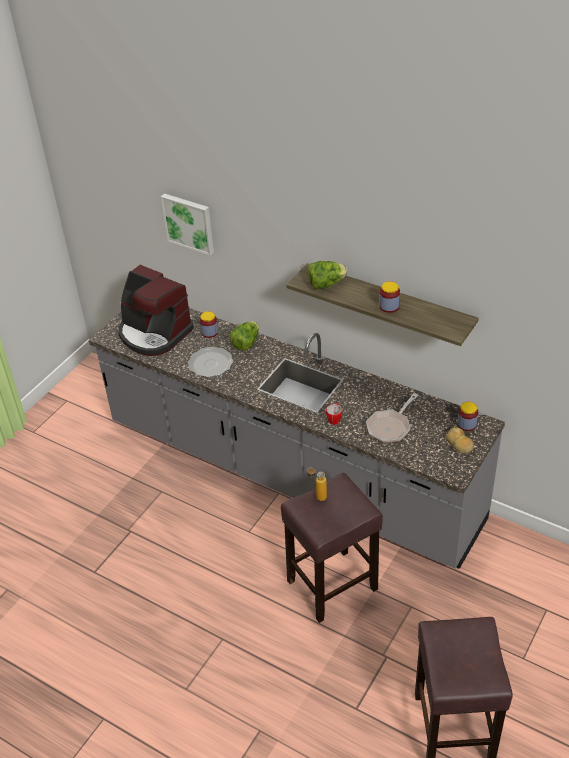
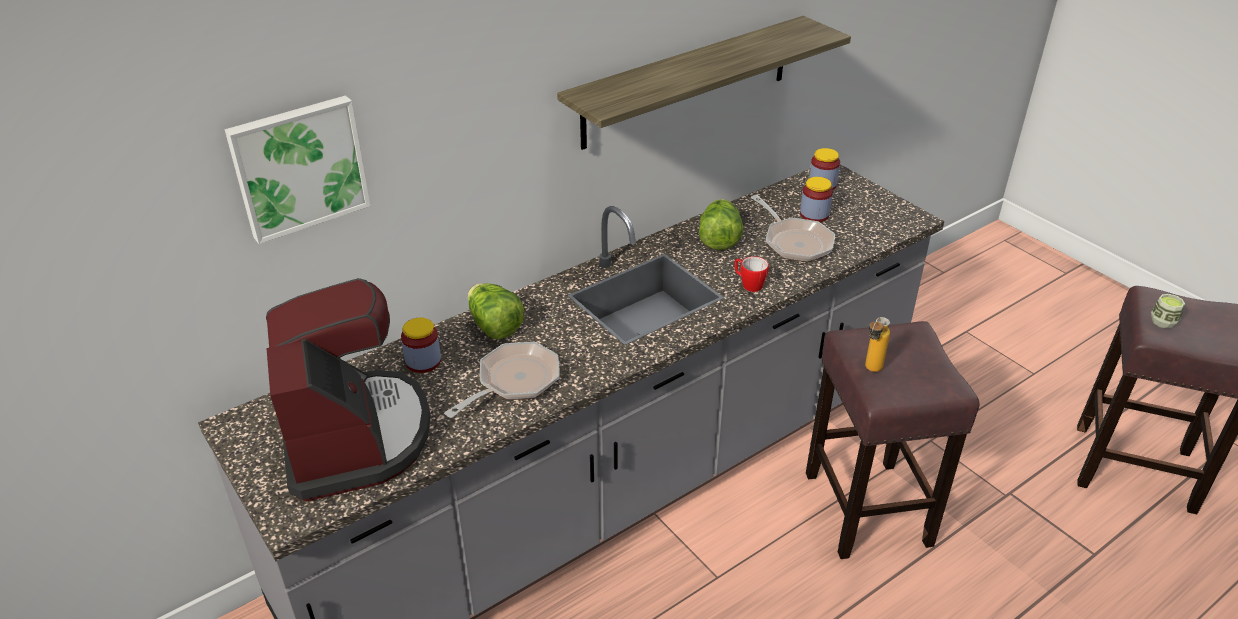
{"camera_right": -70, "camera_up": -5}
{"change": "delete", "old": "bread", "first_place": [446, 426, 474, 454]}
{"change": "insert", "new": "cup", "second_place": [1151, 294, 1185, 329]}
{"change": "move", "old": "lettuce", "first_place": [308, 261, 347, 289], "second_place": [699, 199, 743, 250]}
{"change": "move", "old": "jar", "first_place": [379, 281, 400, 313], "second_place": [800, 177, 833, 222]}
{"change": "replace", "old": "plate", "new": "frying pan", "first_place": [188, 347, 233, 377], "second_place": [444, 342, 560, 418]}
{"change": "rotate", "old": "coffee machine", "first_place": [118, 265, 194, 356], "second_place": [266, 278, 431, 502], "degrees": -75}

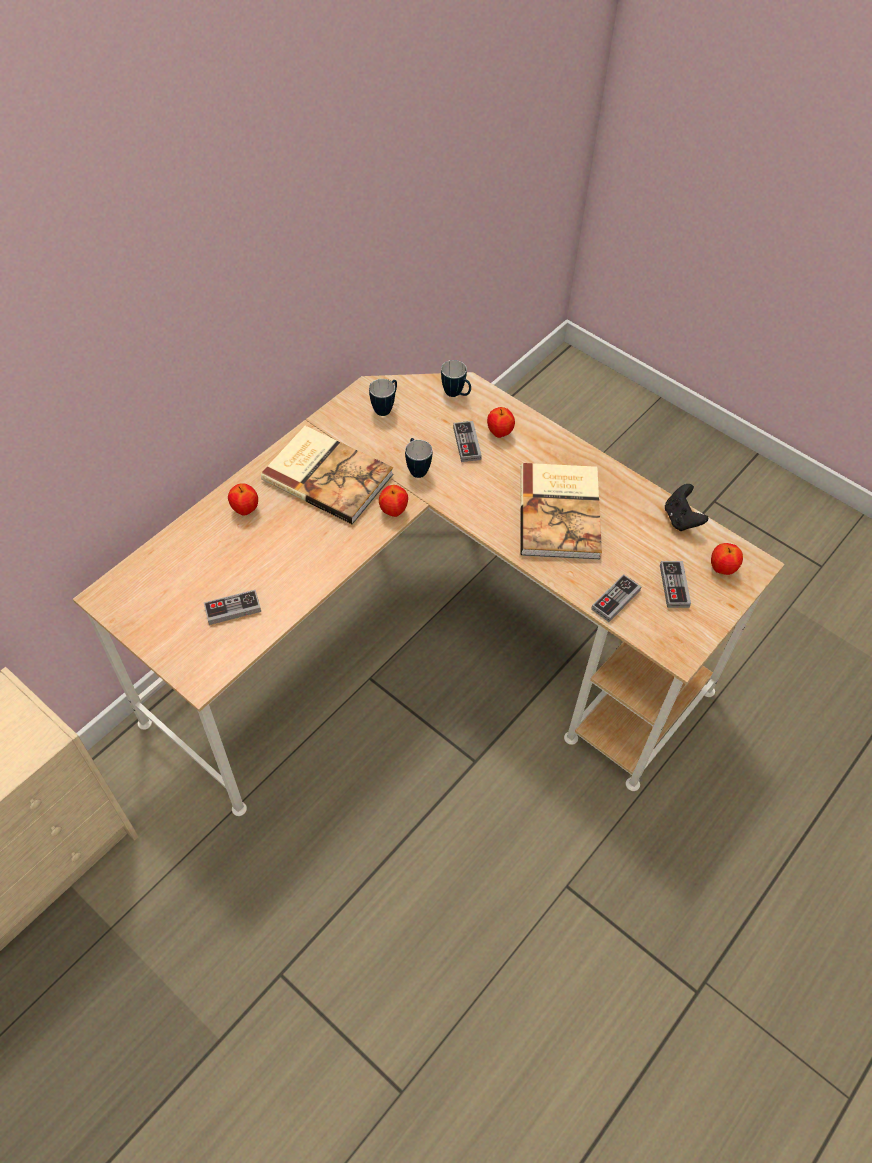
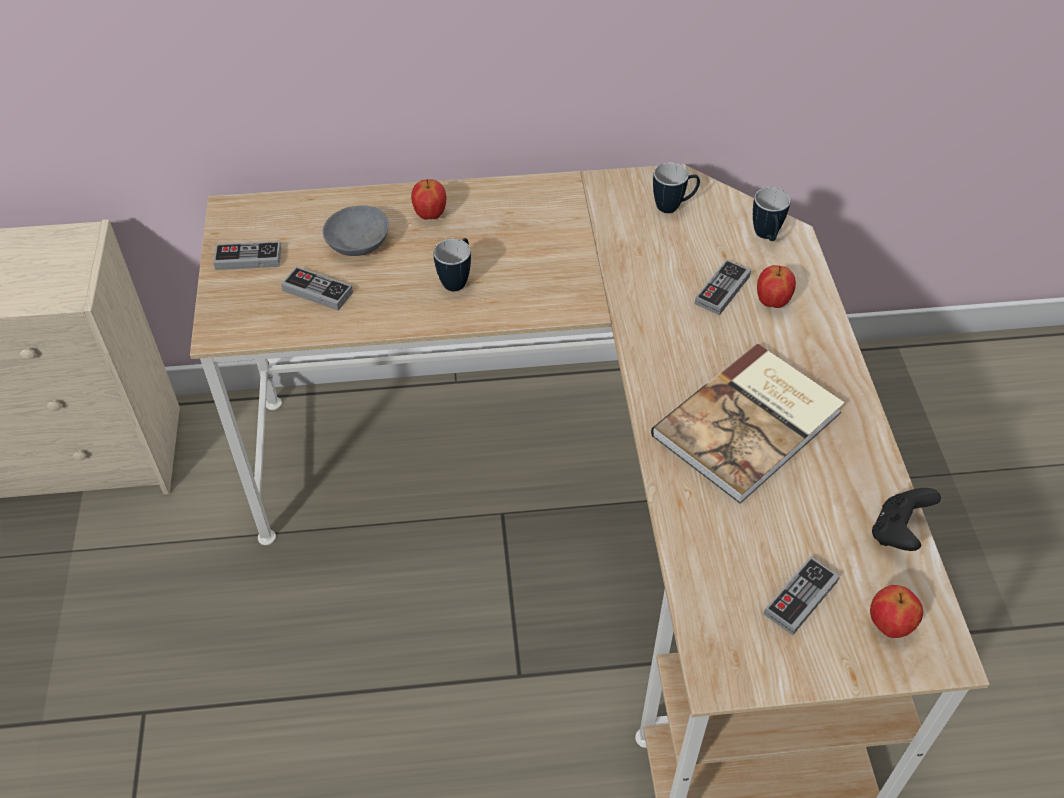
{"camera_right": 45, "camera_up": -5}
{"change": "delete", "old": "book", "first_place": [261, 426, 394, 525]}
{"change": "delete", "old": "apple", "first_place": [379, 485, 408, 517]}
{"change": "insert", "new": "grey bowl", "second_place": [323, 205, 389, 256]}
{"change": "move", "old": "mug", "first_place": [405, 438, 432, 478], "second_place": [434, 238, 471, 291]}
{"change": "move", "old": "game controller", "first_place": [591, 574, 641, 622], "second_place": [213, 241, 281, 270]}

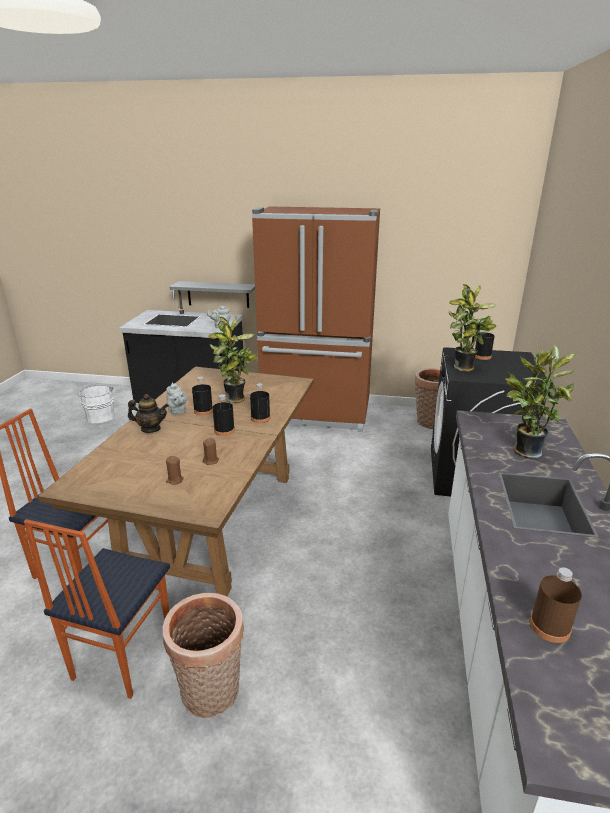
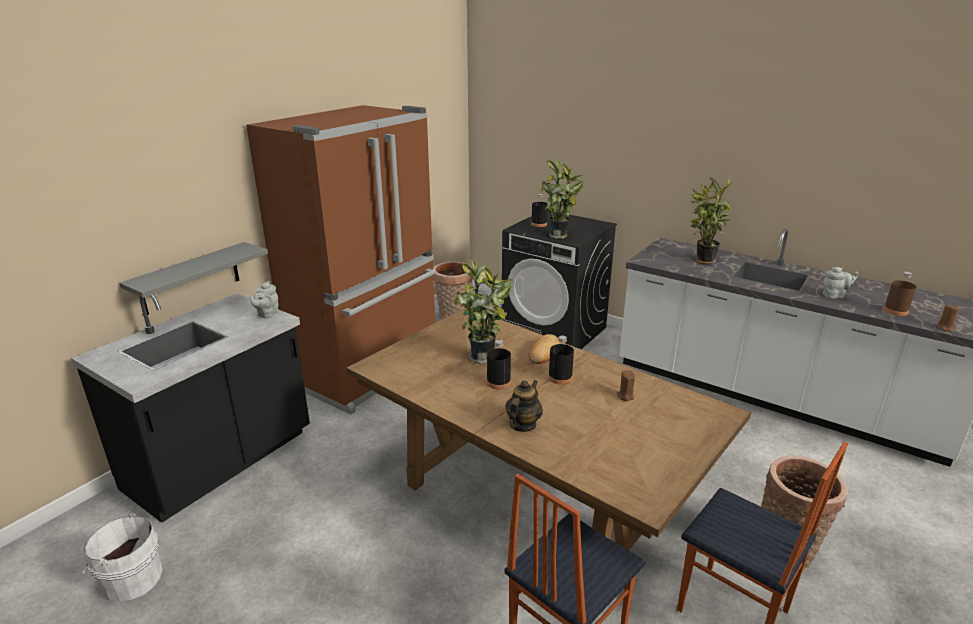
{"camera_right": -65, "camera_up": 0}
{"change": "move", "old": "grey teapot", "first_place": [166, 382, 187, 414], "second_place": [823, 267, 858, 299]}
{"change": "move", "old": "brown candle", "first_place": [166, 456, 184, 485], "second_place": [937, 304, 959, 332]}
{"change": "replace", "old": "black bottle", "new": "bread", "first_place": [250, 383, 270, 423], "second_place": [528, 334, 560, 364]}

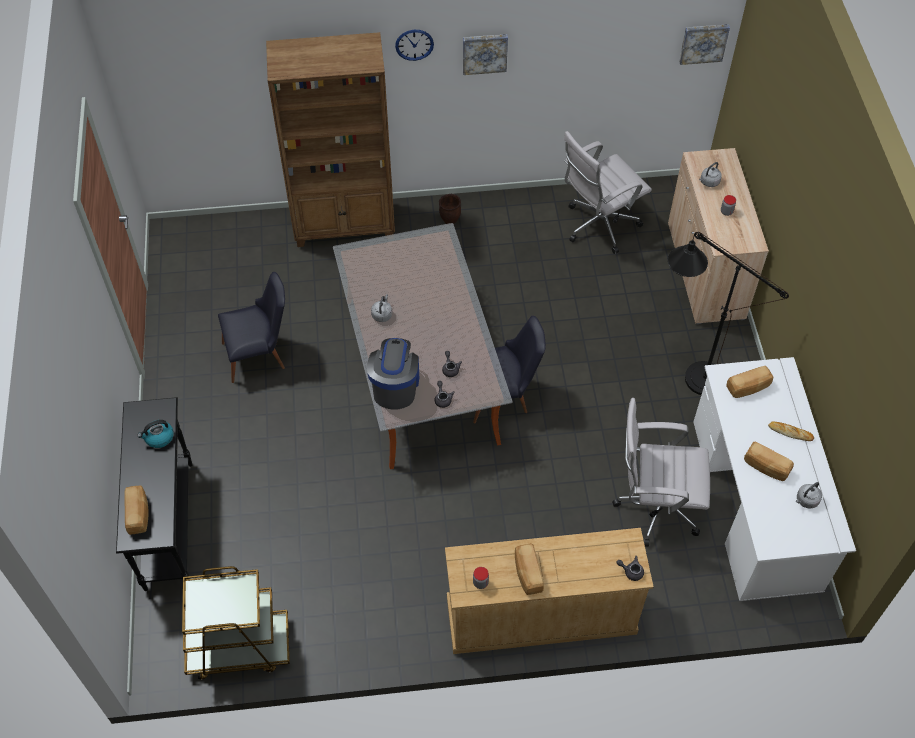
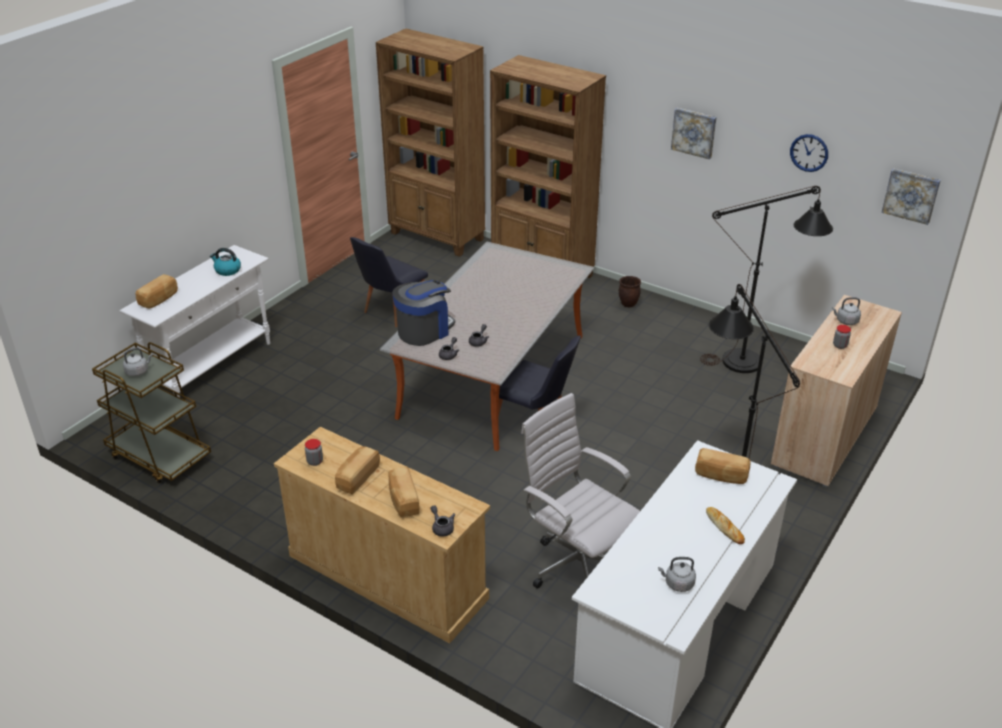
{"camera_right": 40, "camera_up": -20}
{"change": "insert", "new": "brown bookcase", "second_place": [376, 29, 485, 257]}
{"change": "move", "old": "grey kettle", "first_place": [371, 294, 392, 322], "second_place": [123, 348, 153, 376]}
{"change": "move", "old": "wall clock", "first_place": [395, 30, 434, 61], "second_place": [790, 134, 828, 172]}
{"change": "move", "old": "bread", "first_place": [744, 442, 794, 481], "second_place": [389, 466, 419, 517]}
{"change": "replace", "old": "white office chair", "new": "black floor lamp", "first_place": [564, 131, 652, 254], "second_place": [700, 186, 833, 373]}
{"change": "recolor", "old": "black console table", "new": "white console table", "first_place": [116, 397, 193, 591], "second_place": [120, 245, 270, 397]}
{"change": "rotate", "old": "black chair", "first_place": [218, 272, 285, 383], "second_place": [350, 237, 428, 327], "degrees": 105}

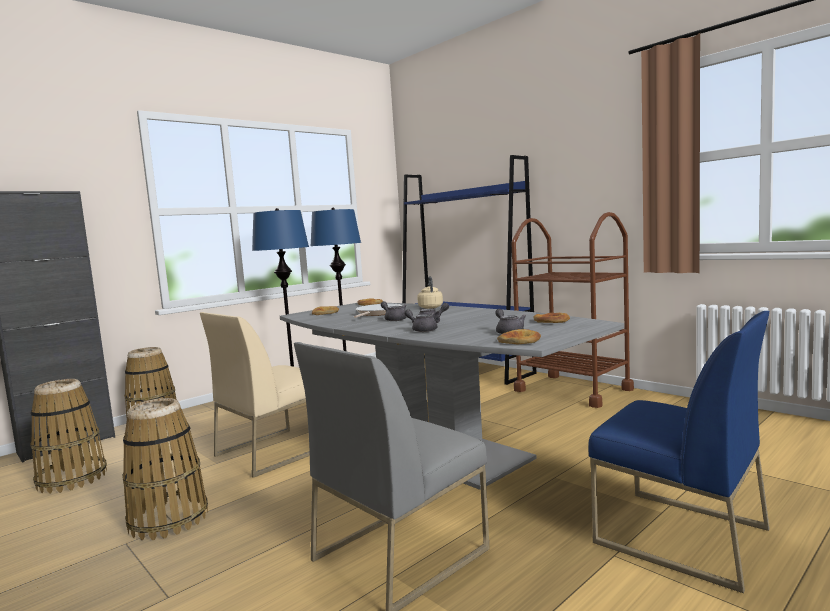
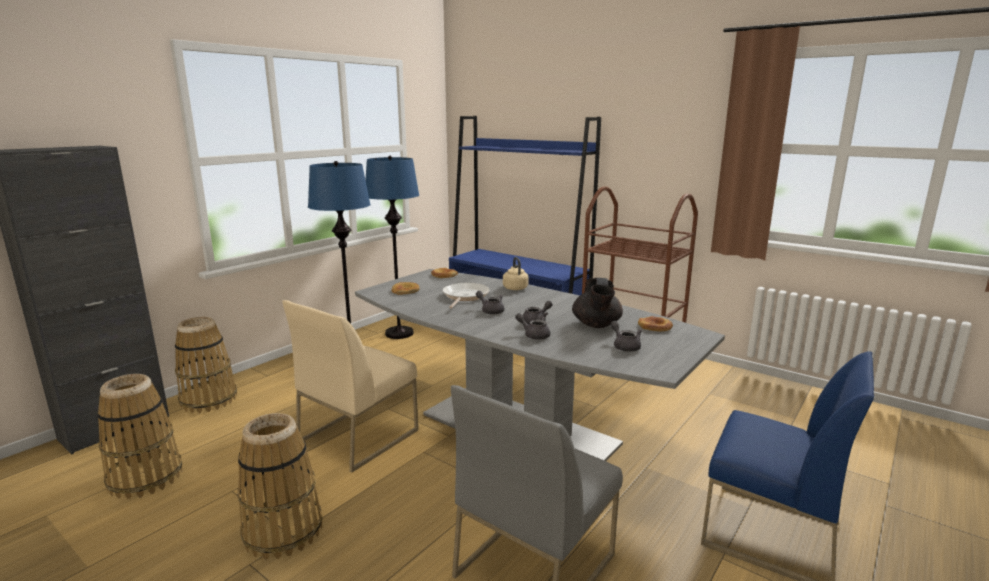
{"camera_right": -10, "camera_up": 10}
{"change": "delete", "old": "bread", "first_place": [497, 329, 541, 344]}
{"change": "insert", "new": "black teapot", "second_place": [572, 278, 623, 328]}

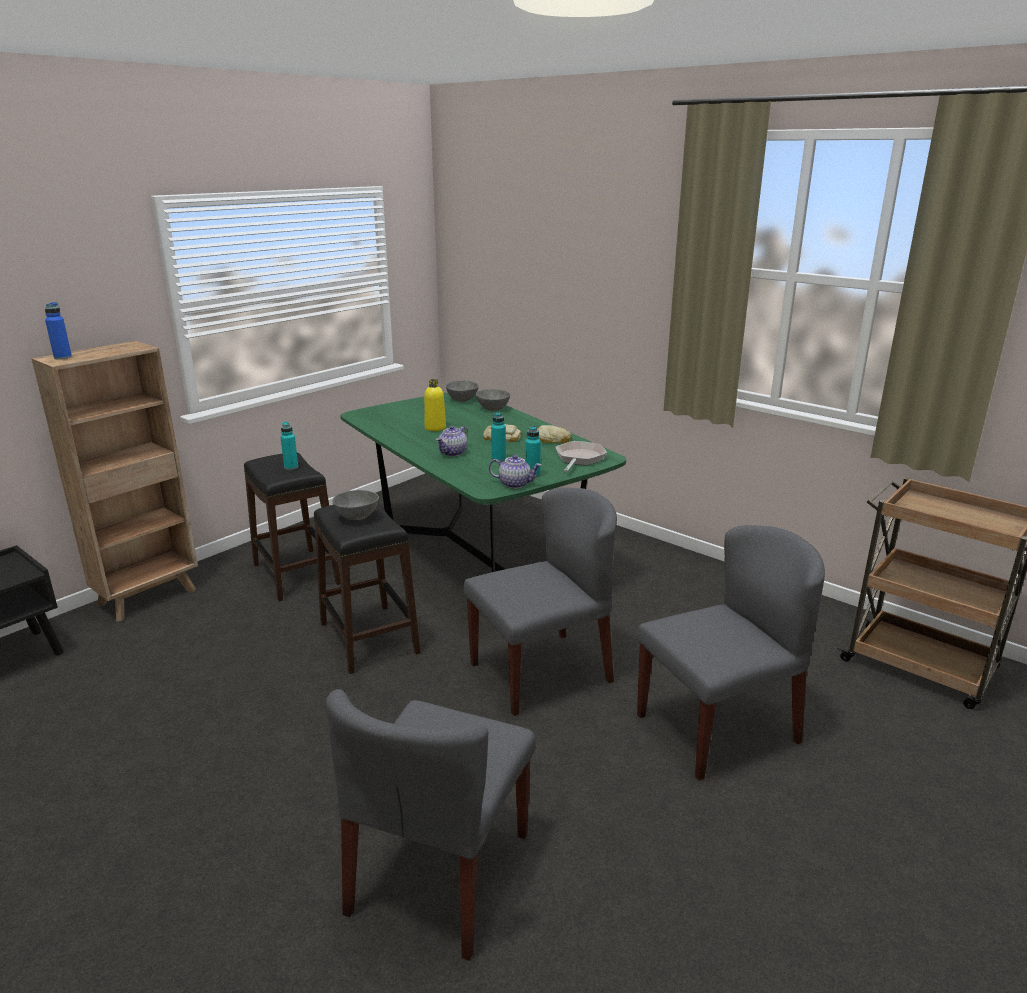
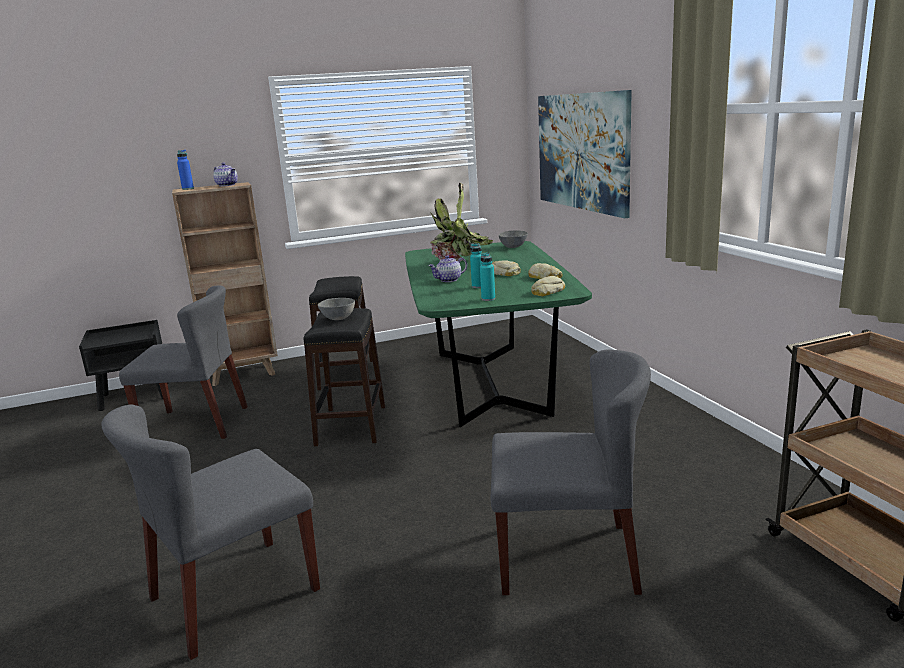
{"camera_right": 30, "camera_up": -5}
{"change": "delete", "old": "turquoise bottle", "first_place": [280, 422, 298, 470]}
{"change": "delete", "old": "grey bowl", "first_place": [476, 389, 510, 411]}
{"change": "insert", "new": "picture", "second_place": [538, 90, 632, 218]}
{"change": "move", "old": "grey chair", "first_place": [464, 488, 617, 716], "second_place": [119, 286, 248, 439]}
{"change": "move", "old": "teapot", "first_place": [489, 455, 541, 489], "second_place": [213, 162, 238, 186]}
{"change": "replace", "old": "yellow bottle", "new": "potted plant", "first_place": [424, 379, 446, 431], "second_place": [430, 183, 493, 261]}
{"change": "replace", "old": "frying pan", "new": "bread", "first_place": [556, 441, 607, 472], "second_place": [531, 276, 565, 296]}

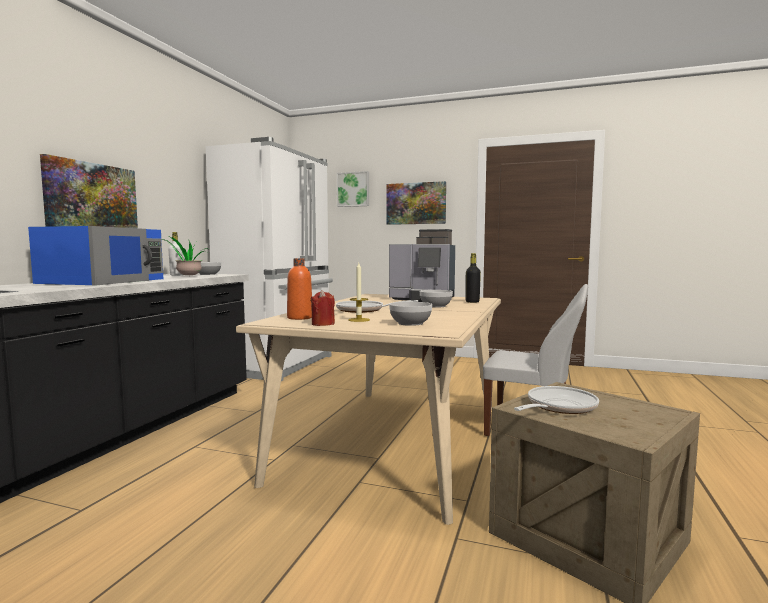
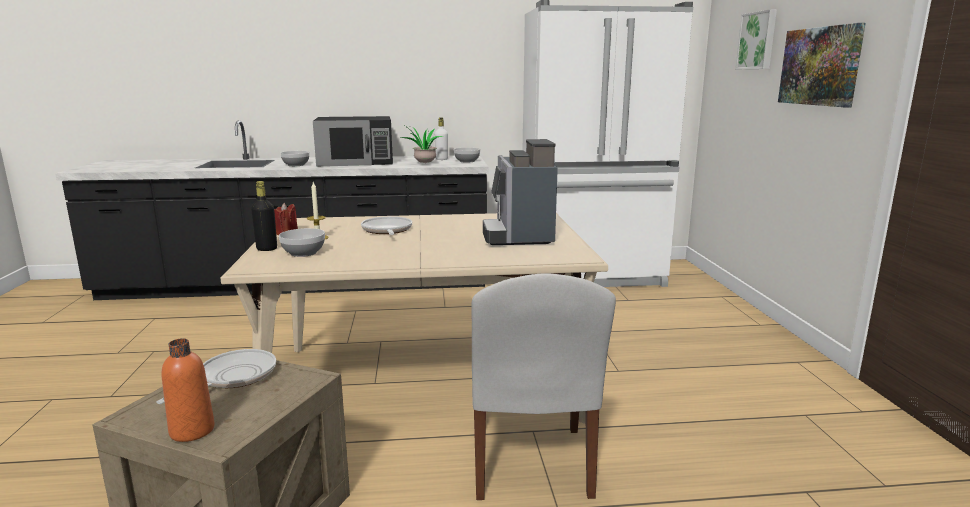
{"camera_right": 65, "camera_up": 10}
{"change": "delete", "old": "picture", "first_place": [40, 154, 138, 228]}
{"change": "move", "old": "orange bottle", "first_place": [287, 258, 312, 320], "second_place": [162, 338, 215, 442]}
{"change": "move", "old": "bowl", "first_place": [420, 290, 453, 307], "second_place": [280, 151, 309, 166]}
{"change": "move", "old": "black bottle", "first_place": [466, 253, 481, 303], "second_place": [251, 181, 277, 251]}
{"change": "recolor", "old": "blue microwave", "new": "black microwave", "first_place": [28, 226, 163, 286], "second_place": [313, 116, 393, 167]}
{"change": "rotate", "old": "frying pan", "first_place": [514, 386, 599, 414], "second_place": [156, 349, 276, 404], "degrees": -90}

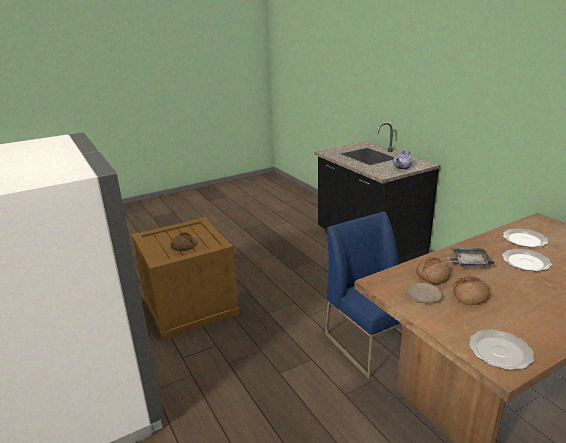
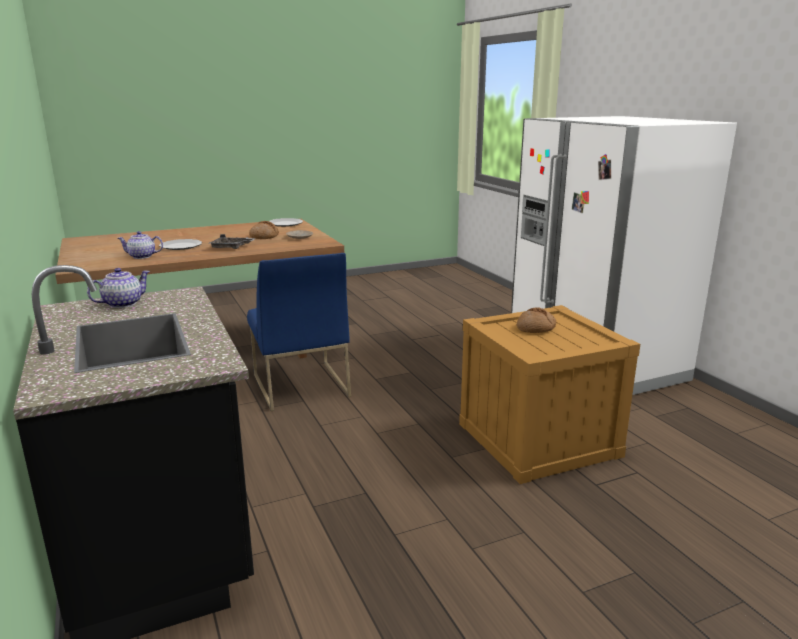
{"camera_right": -175, "camera_up": -5}
{"change": "delete", "old": "bread", "first_place": [416, 257, 451, 284]}
{"change": "replace", "old": "plate", "new": "teapot", "first_place": [503, 228, 548, 248], "second_place": [117, 231, 163, 259]}

